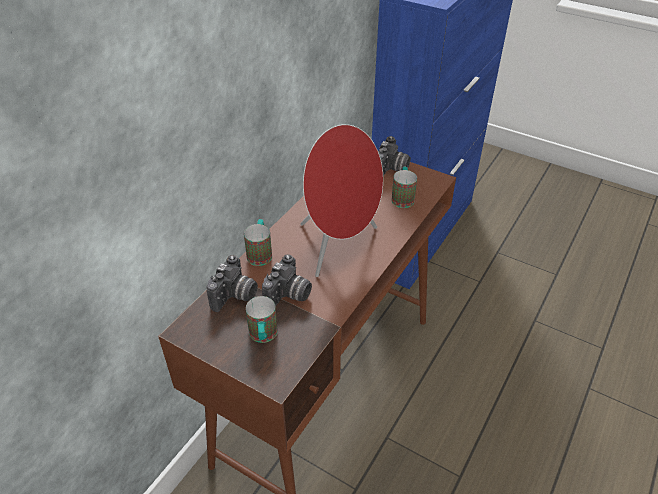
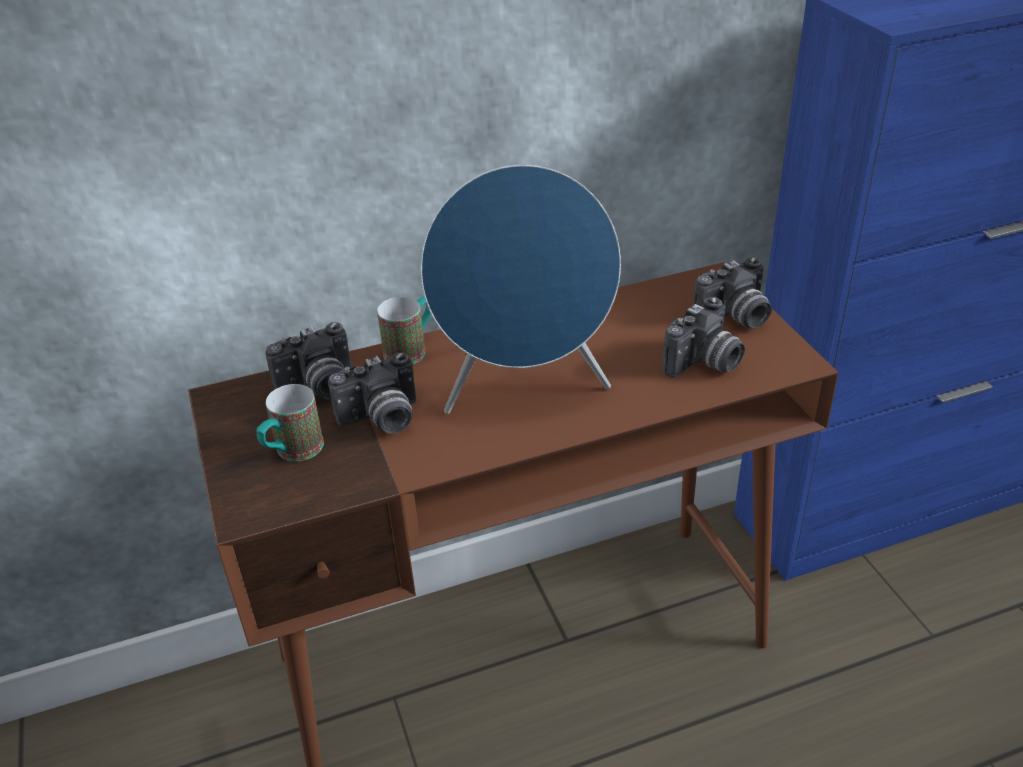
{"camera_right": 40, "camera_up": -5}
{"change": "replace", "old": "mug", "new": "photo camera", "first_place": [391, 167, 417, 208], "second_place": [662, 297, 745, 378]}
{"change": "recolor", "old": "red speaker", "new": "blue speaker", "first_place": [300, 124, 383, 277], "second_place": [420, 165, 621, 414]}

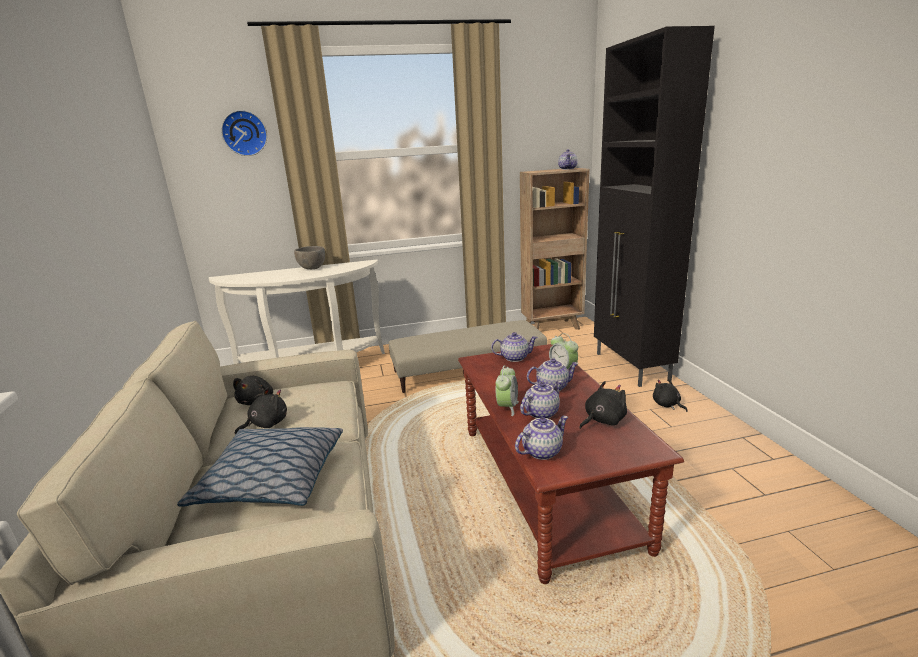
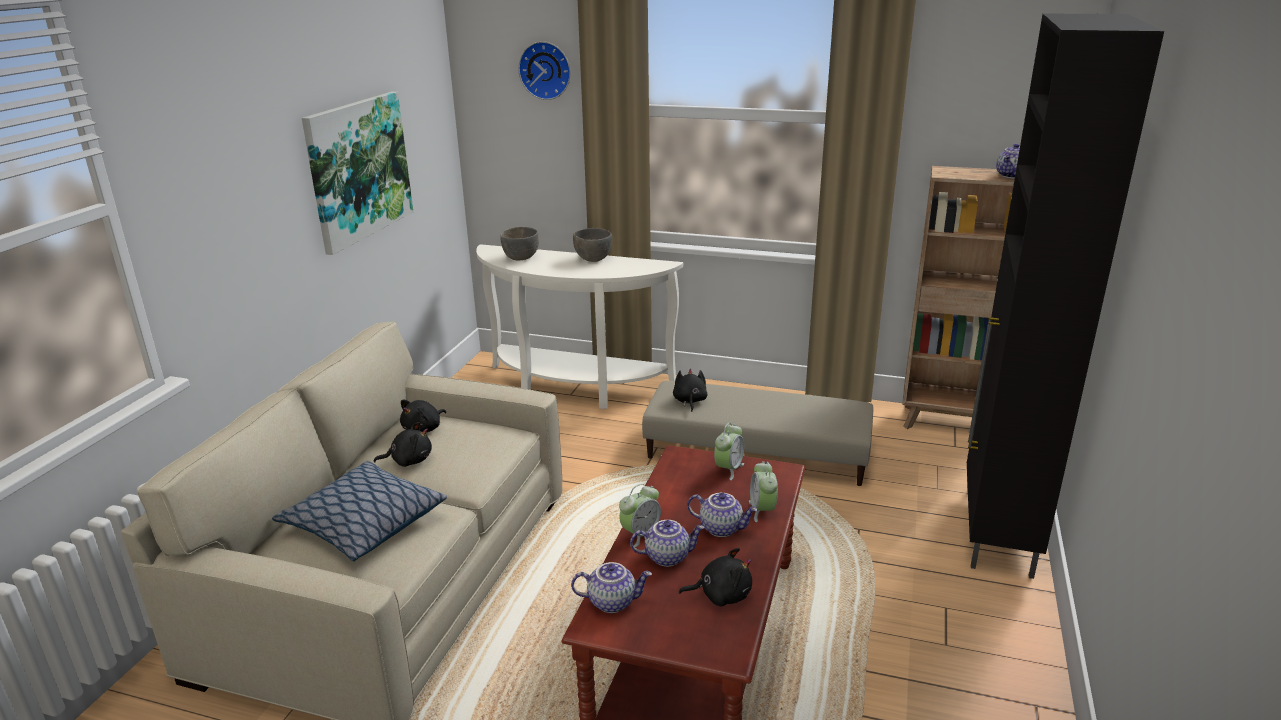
{"camera_right": 30, "camera_up": 5}
{"change": "insert", "new": "picture", "second_place": [302, 92, 413, 255]}
{"change": "insert", "new": "grey bowl", "second_place": [500, 227, 539, 260]}
{"change": "move", "old": "black plush toy", "first_place": [653, 378, 688, 412], "second_place": [673, 369, 708, 412]}
{"change": "replace", "old": "teapot", "new": "alarm clock", "first_place": [491, 332, 538, 362], "second_place": [714, 423, 744, 480]}

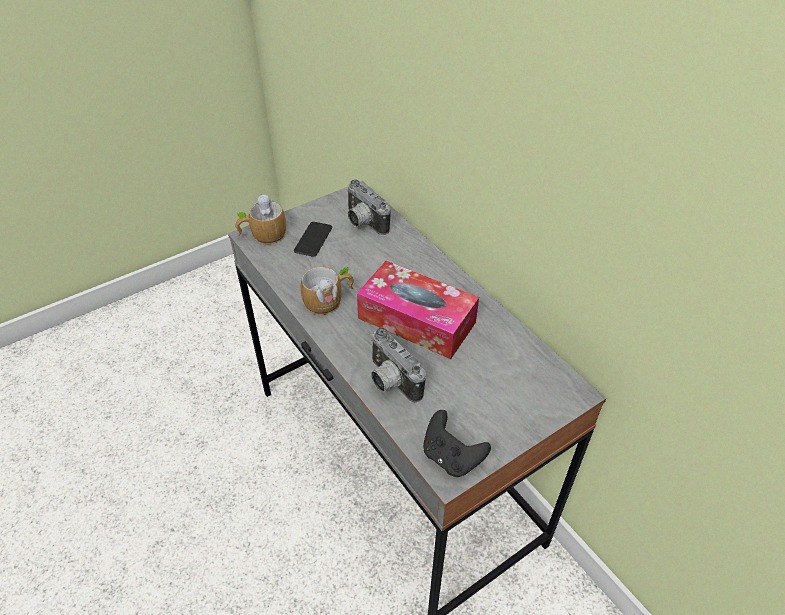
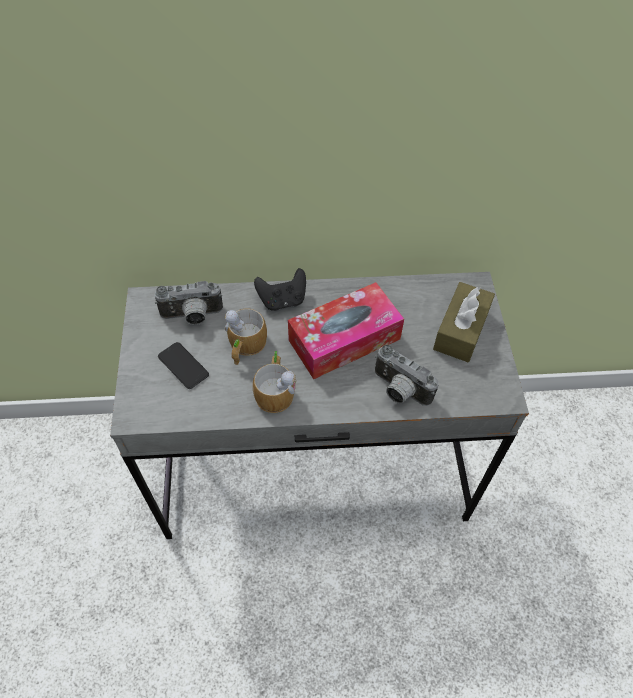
{"camera_right": -60, "camera_up": 10}
{"change": "insert", "new": "brown tissue box", "second_place": [433, 282, 495, 362]}
{"change": "move", "old": "mug", "first_place": [235, 194, 286, 244], "second_place": [224, 309, 267, 365]}
{"change": "move", "old": "black game controller", "first_place": [423, 410, 491, 477], "second_place": [254, 268, 306, 311]}
{"change": "rotate", "old": "photo camera", "first_place": [371, 328, 426, 403], "second_place": [375, 345, 439, 406], "degrees": 45}

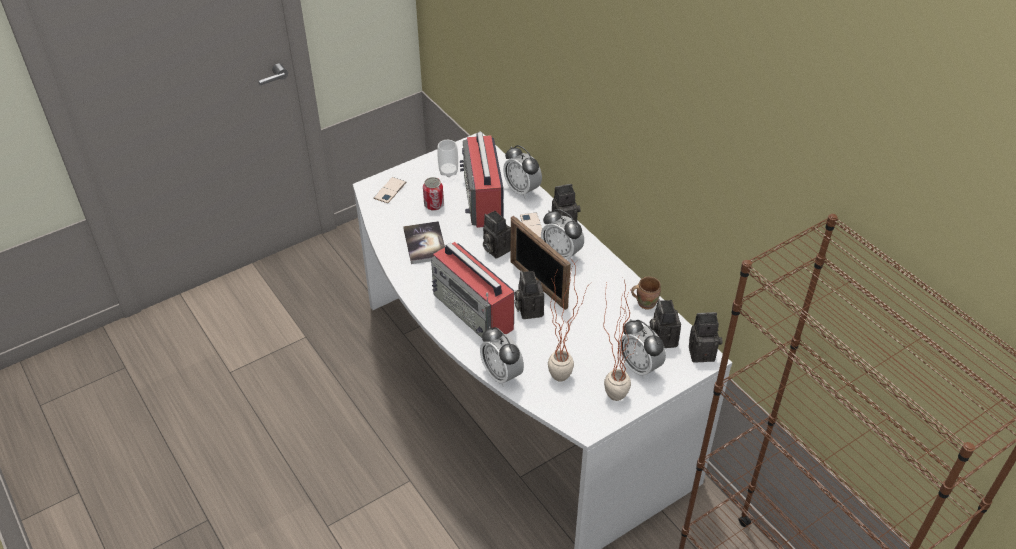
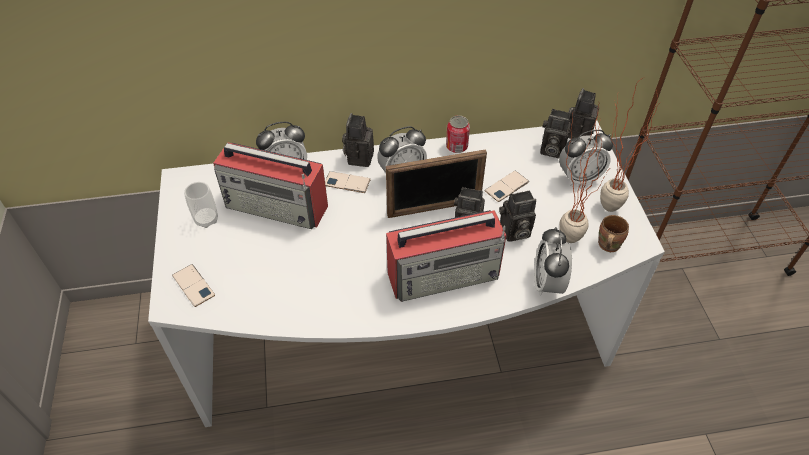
{"camera_right": -65, "camera_up": 5}
{"change": "delete", "old": "book", "first_place": [403, 221, 445, 264]}
{"change": "insert", "new": "phone", "second_place": [485, 171, 529, 202]}
{"change": "move", "old": "can", "first_place": [423, 177, 444, 211], "second_place": [446, 116, 470, 153]}
{"change": "move", "old": "photo camera", "first_place": [483, 211, 511, 259], "second_place": [499, 190, 536, 242]}
{"change": "move", "old": "brown mug", "first_place": [631, 276, 661, 310], "second_place": [598, 215, 629, 252]}
{"change": "rotate", "old": "alarm clock", "first_place": [480, 326, 524, 387], "second_place": [534, 227, 572, 296], "degrees": 105}

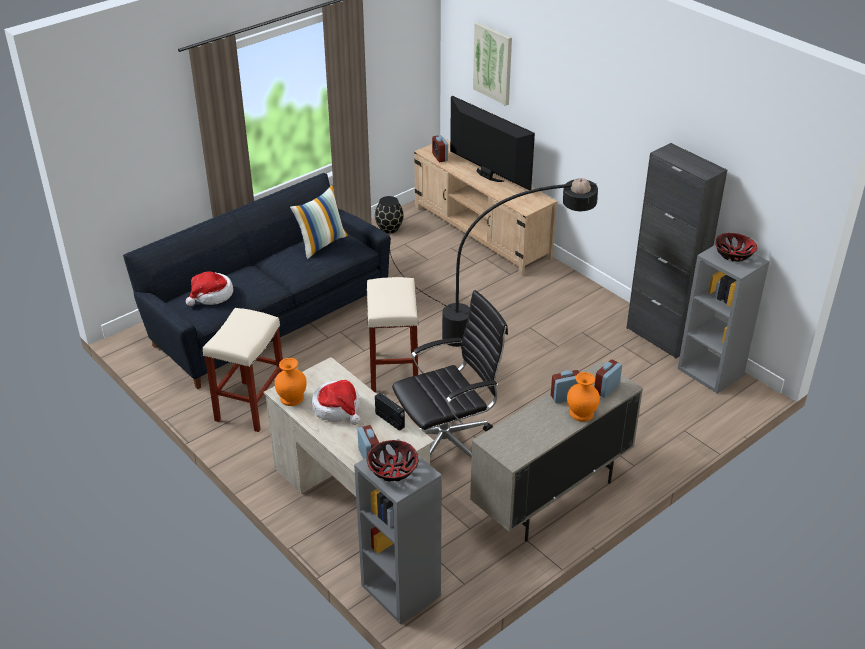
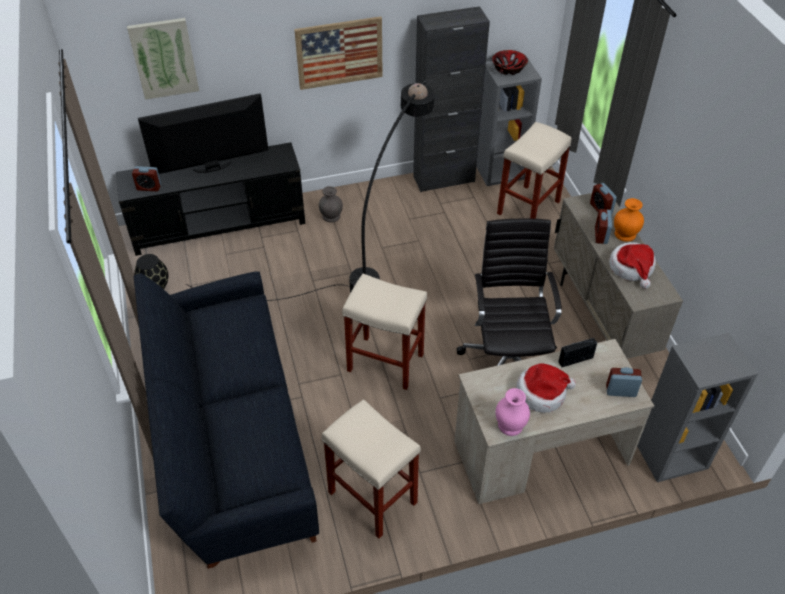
{"camera_right": -65, "camera_up": 10}
{"change": "delete", "old": "pillow", "first_place": [290, 185, 348, 259]}
{"change": "delete", "old": "bowl", "first_place": [367, 440, 418, 481]}
{"change": "insert", "new": "picture", "second_place": [294, 16, 382, 90]}
{"change": "insert", "new": "grey vase", "second_place": [319, 186, 343, 222]}
{"change": "insert", "new": "beige stool", "second_place": [497, 122, 571, 219]}
{"change": "move", "old": "hat", "first_place": [186, 272, 233, 306], "second_place": [610, 242, 656, 289]}
{"change": "recolor", "old": "orange vase", "new": "pink vase", "first_place": [275, 358, 307, 406], "second_place": [496, 388, 530, 436]}
{"change": "recolor", "old": "beige tv stand", "new": "black tv stand", "first_place": [414, 139, 557, 275], "second_place": [116, 142, 305, 256]}

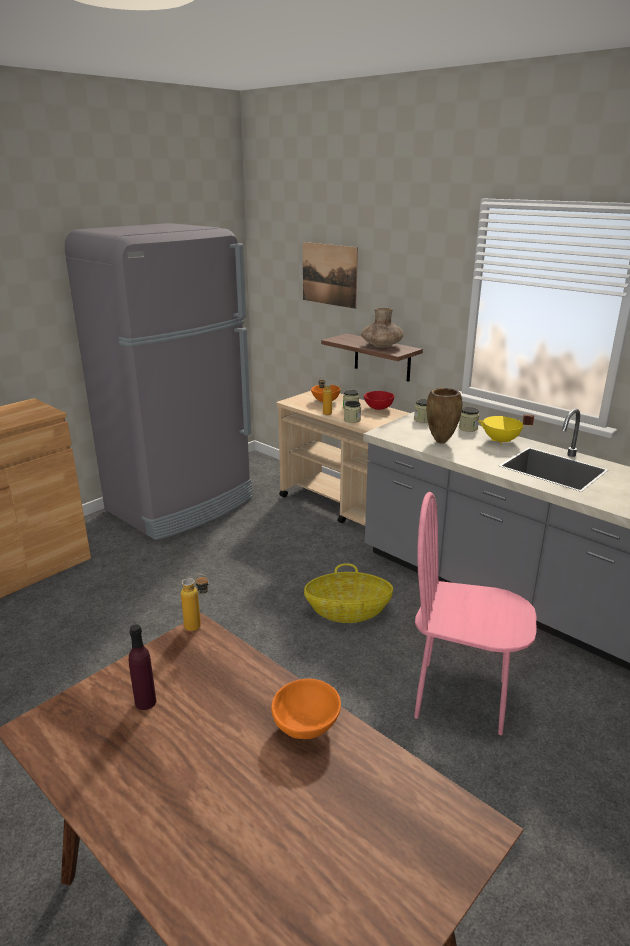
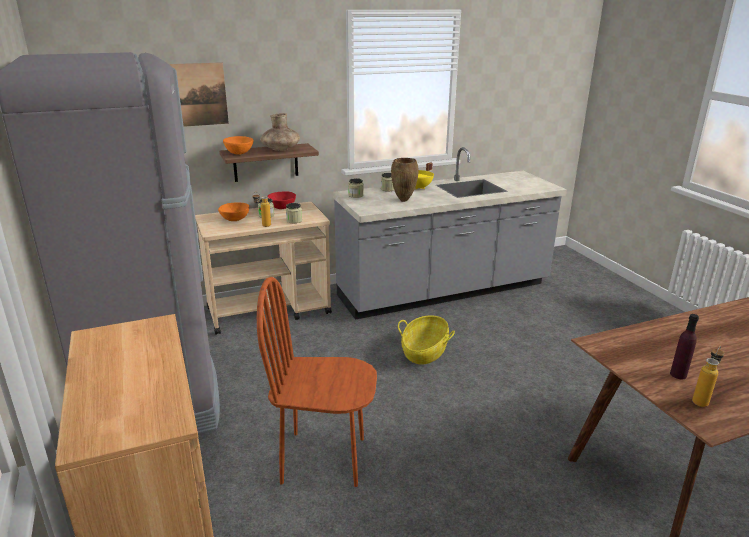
{"camera_right": -65, "camera_up": 0}
{"change": "delete", "old": "pink chair", "first_place": [414, 492, 537, 735]}
{"change": "insert", "new": "brown chair", "second_place": [257, 277, 377, 487]}
{"change": "move", "old": "bottle", "first_place": [181, 574, 209, 631], "second_place": [692, 345, 724, 407]}
{"change": "move", "old": "orange bowl", "first_place": [271, 679, 341, 739], "second_place": [223, 136, 254, 155]}

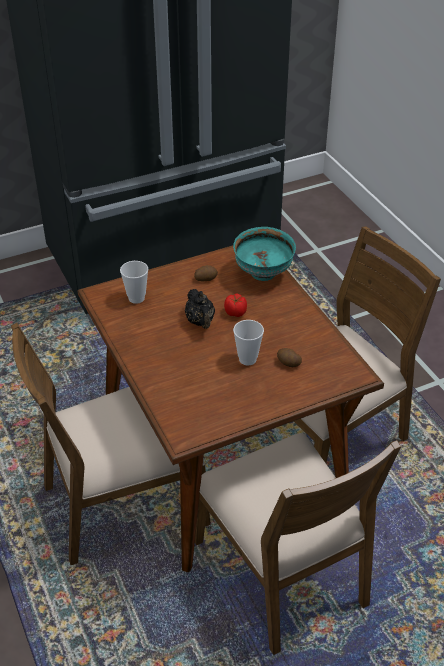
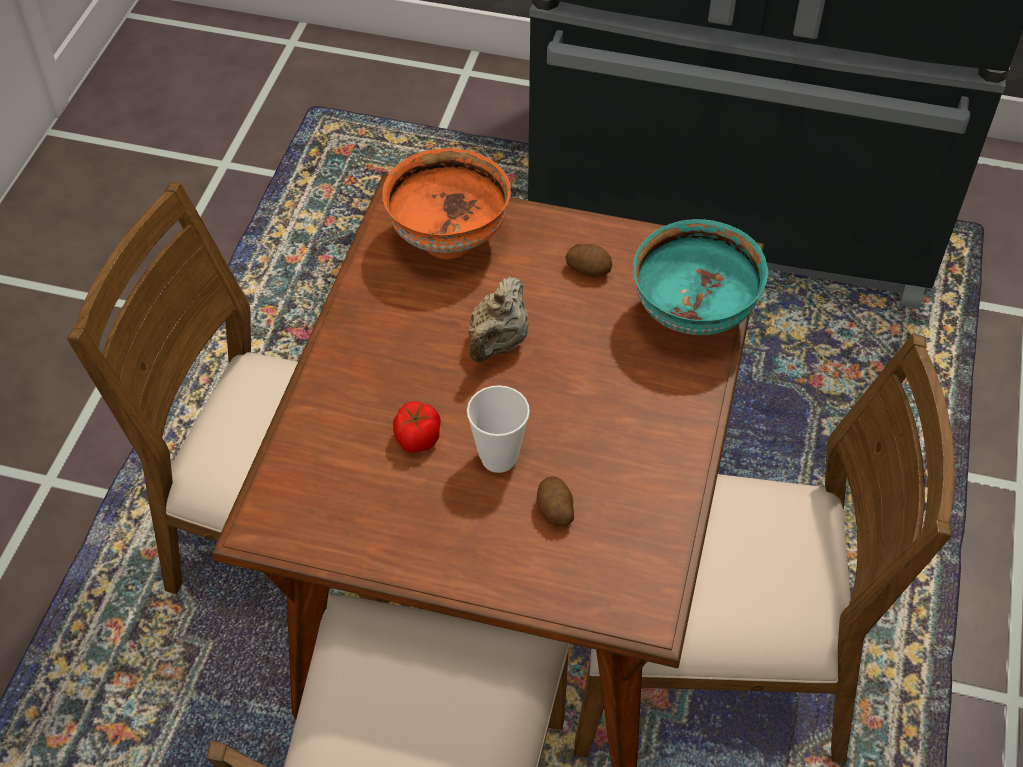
{"camera_right": 40, "camera_up": 10}
{"change": "move", "old": "tomato", "first_place": [224, 294, 247, 317], "second_place": [393, 401, 441, 453]}
{"change": "replace", "old": "cup", "new": "orange bowl", "first_place": [120, 261, 148, 304], "second_place": [382, 148, 511, 259]}
{"change": "recolor", "old": "black teapot", "new": "beige teapot", "first_place": [185, 289, 215, 329], "second_place": [468, 277, 528, 362]}

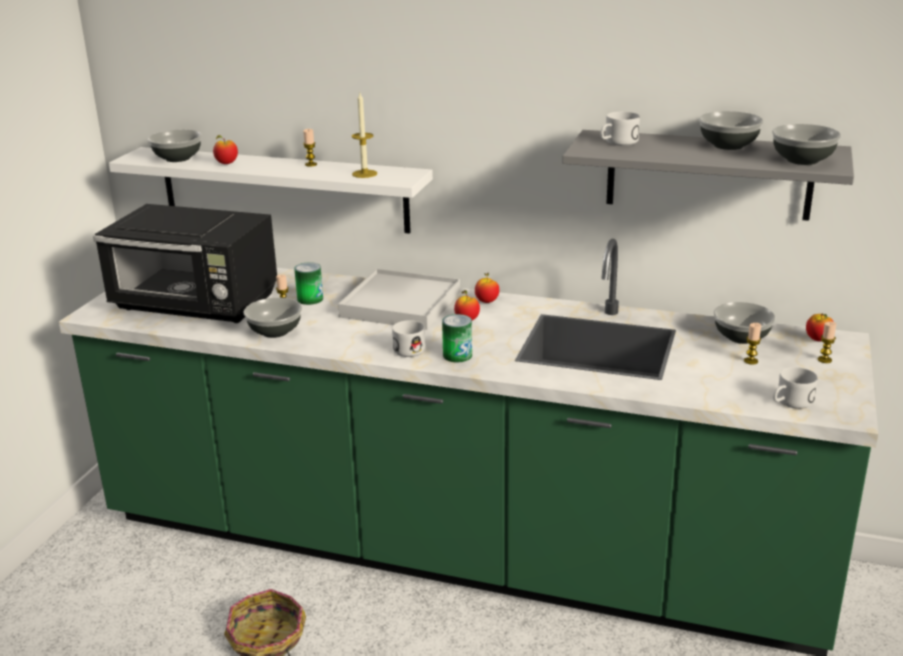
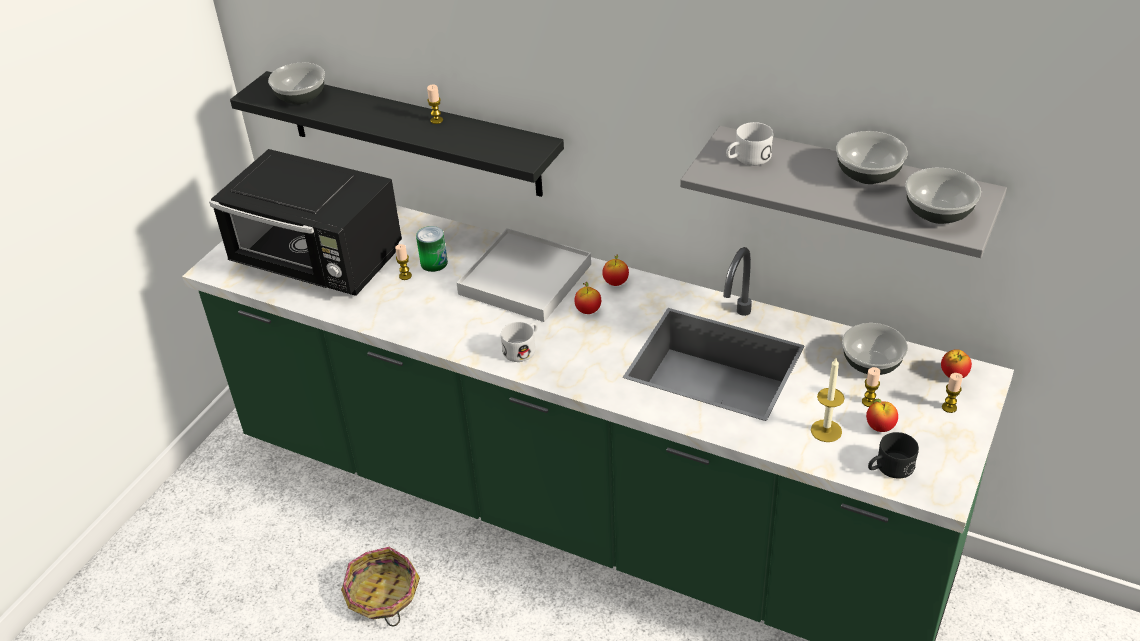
{"camera_right": 10, "camera_up": 15}
{"change": "delete", "old": "bowl", "first_place": [244, 297, 302, 338]}
{"change": "delete", "old": "can", "first_place": [442, 314, 472, 362]}
{"change": "move", "old": "apple", "first_place": [213, 135, 238, 164], "second_place": [866, 399, 898, 432]}
{"change": "move", "old": "candle", "first_place": [352, 93, 377, 178], "second_place": [811, 358, 845, 442]}
{"change": "recolor", "old": "white shelf", "new": "black shelf", "first_place": [109, 147, 433, 234], "second_place": [230, 71, 564, 197]}
{"change": "recolor", "old": "white mug", "new": "black mug", "first_place": [773, 367, 818, 409], "second_place": [868, 432, 919, 479]}

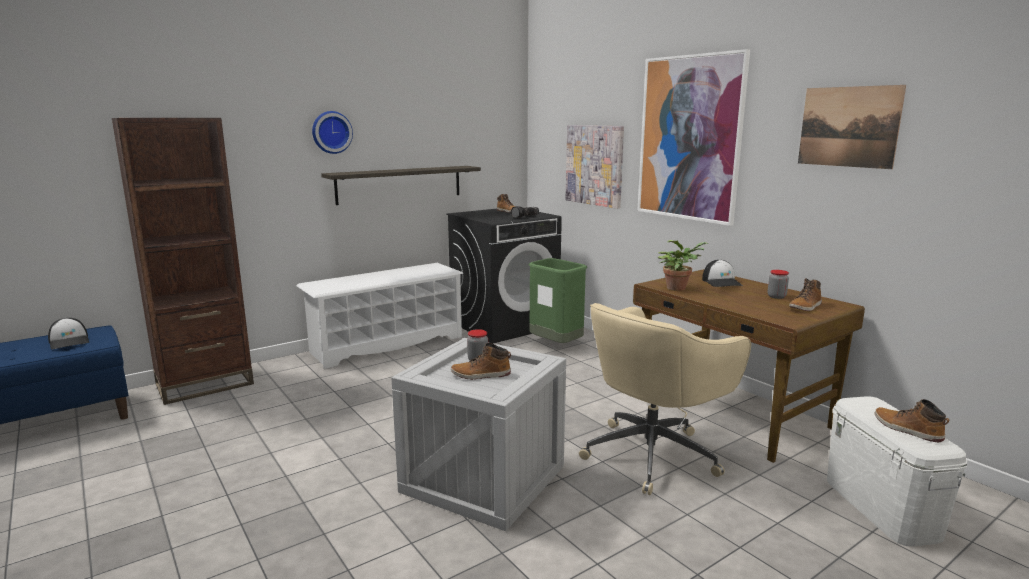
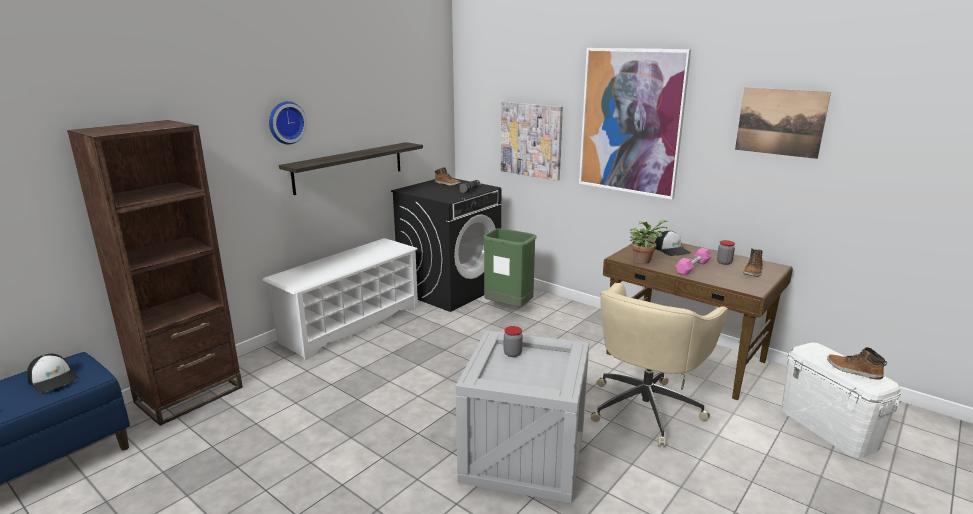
{"camera_right": -15, "camera_up": 5}
{"change": "delete", "old": "boot", "first_place": [451, 343, 511, 380]}
{"change": "insert", "new": "pink dumbbell", "second_place": [676, 248, 712, 276]}

